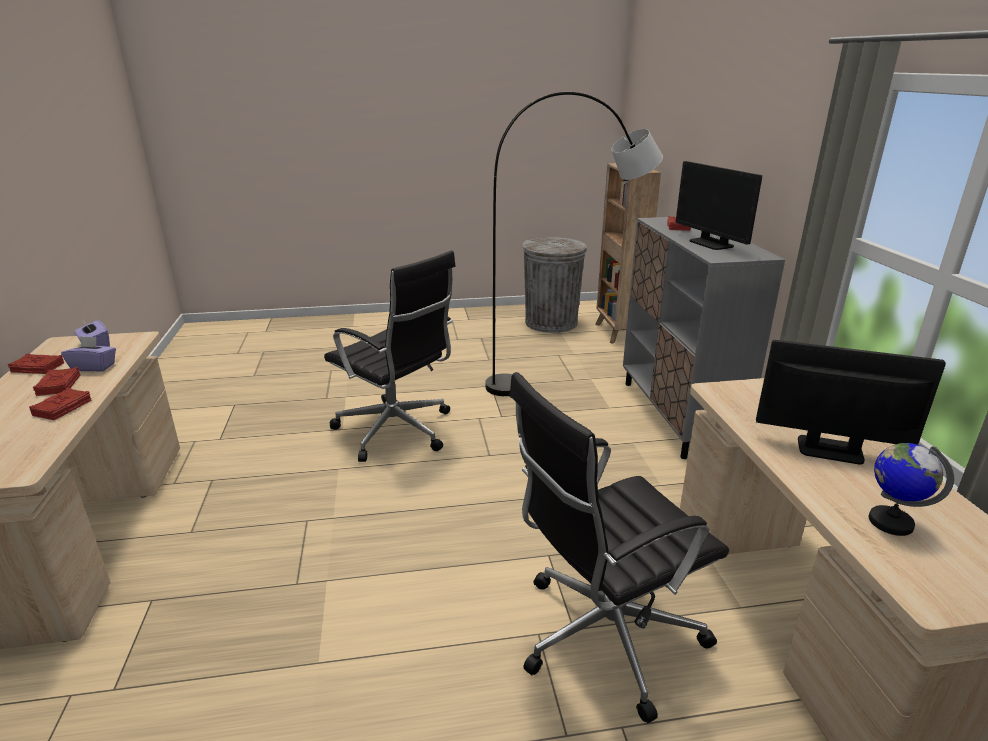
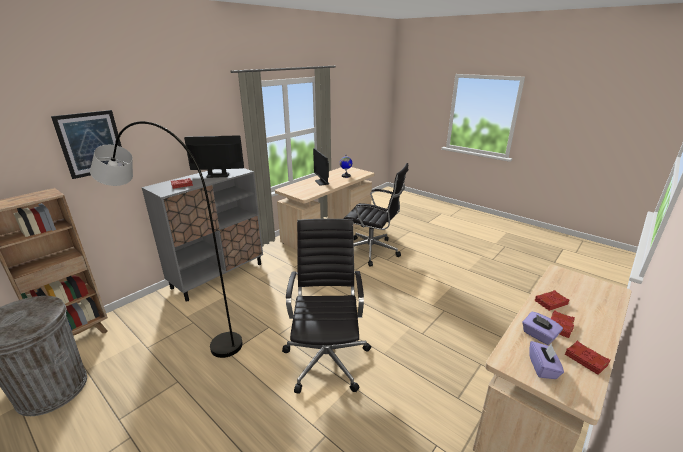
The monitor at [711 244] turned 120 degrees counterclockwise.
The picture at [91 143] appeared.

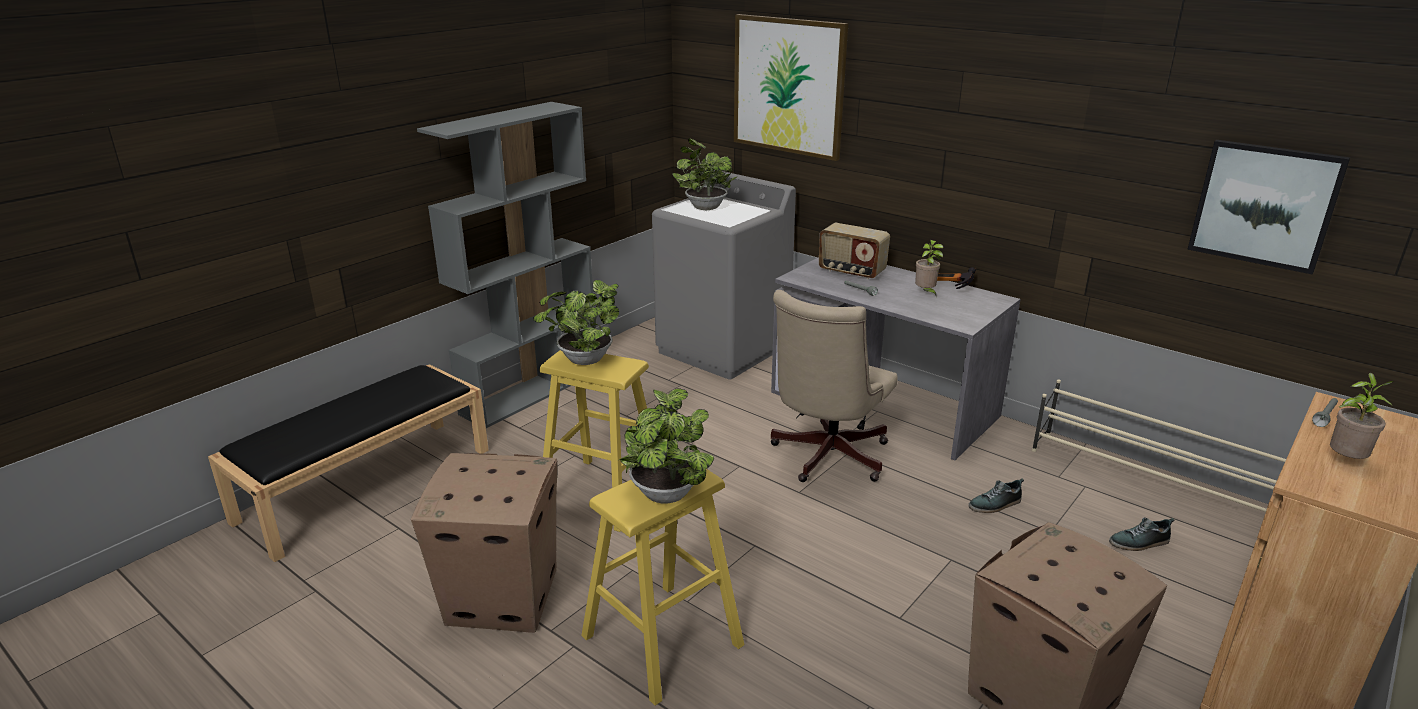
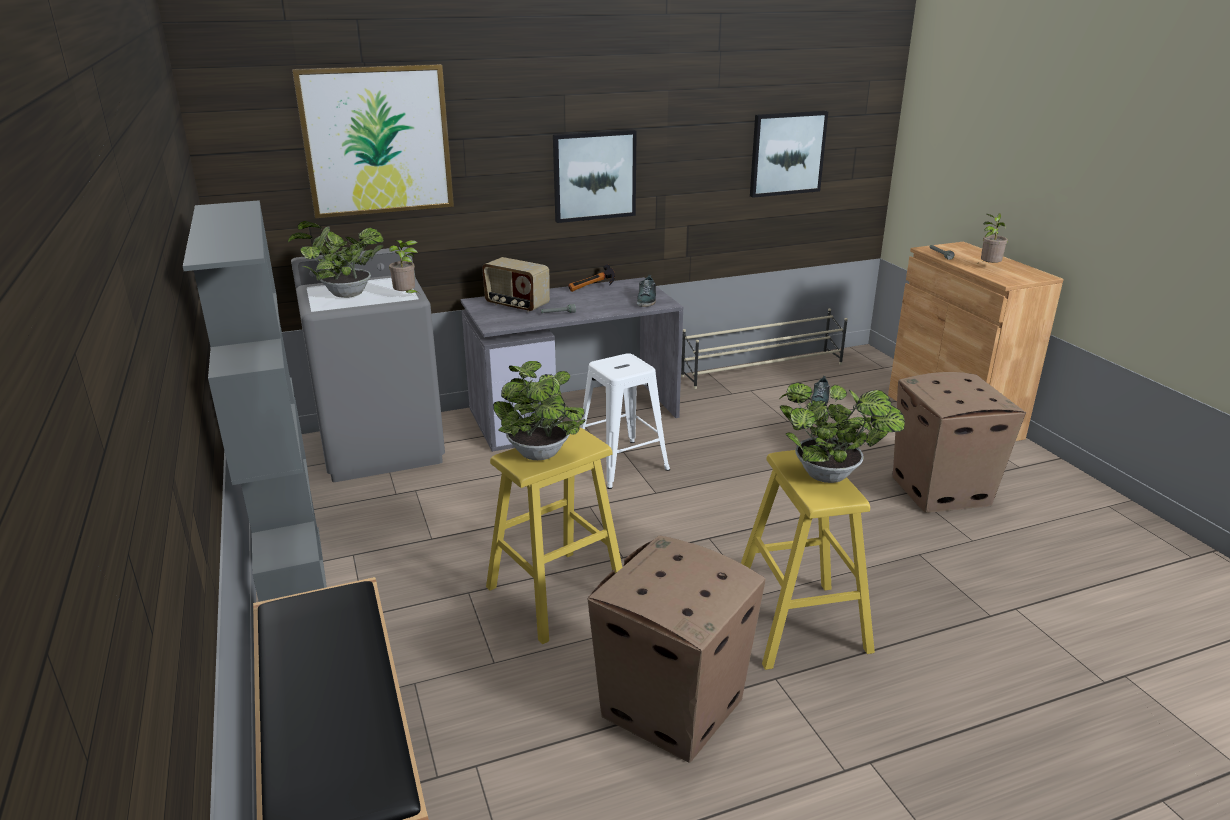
The beige office chair at [825 458] was replaced by the white stool at [621 464].
The radio at [851 272] turned 60 degrees clockwise.
The potted plant moved from [925 293] to [406 296].
The shoe moved from [995 504] to [647 300].
The picture at [594 175] appeared.

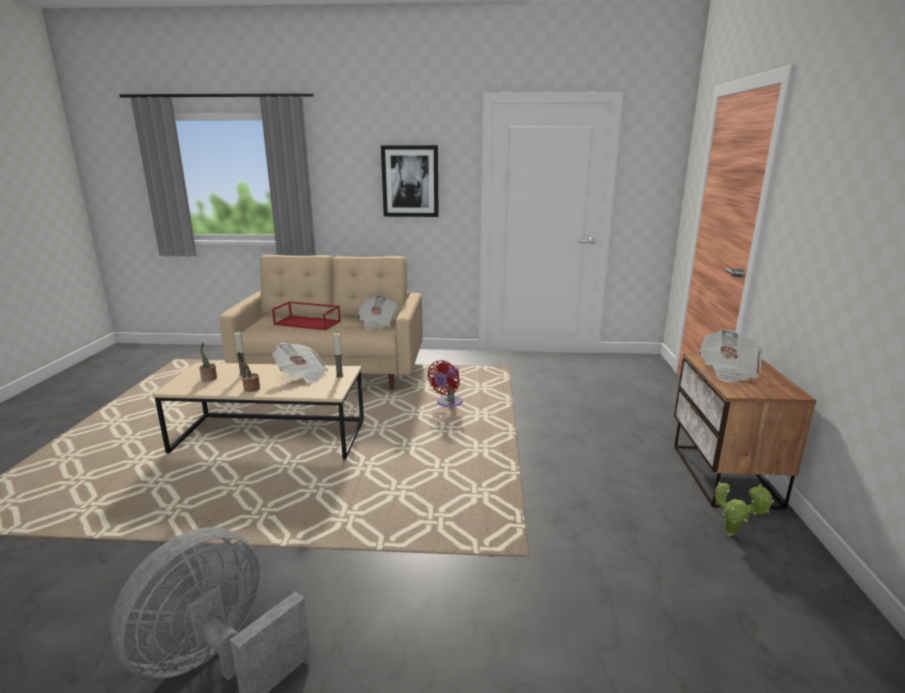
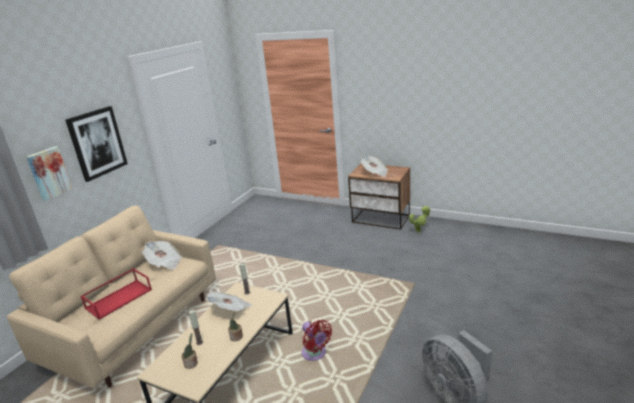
The red fan moved from [448 403] to [315 354].
The picture at [49 173] appeared.

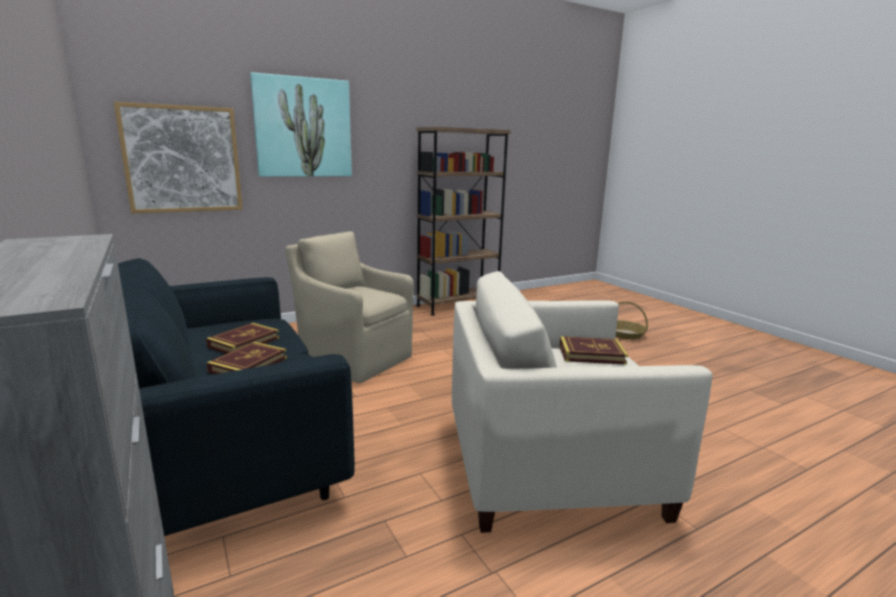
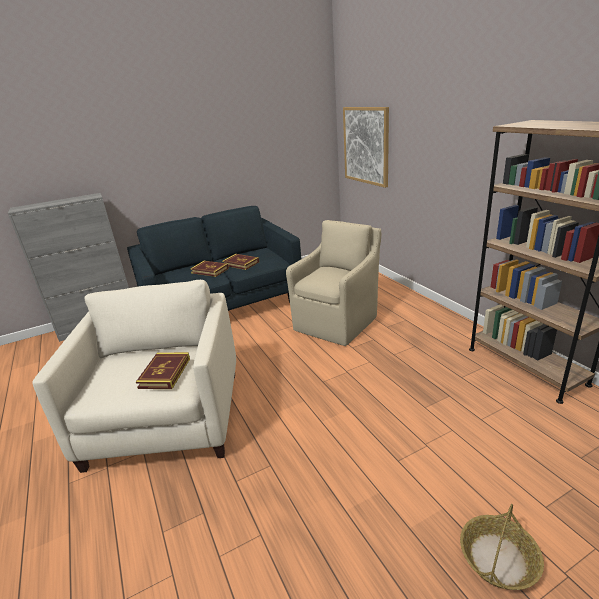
The picture at [303 128] disappeared.

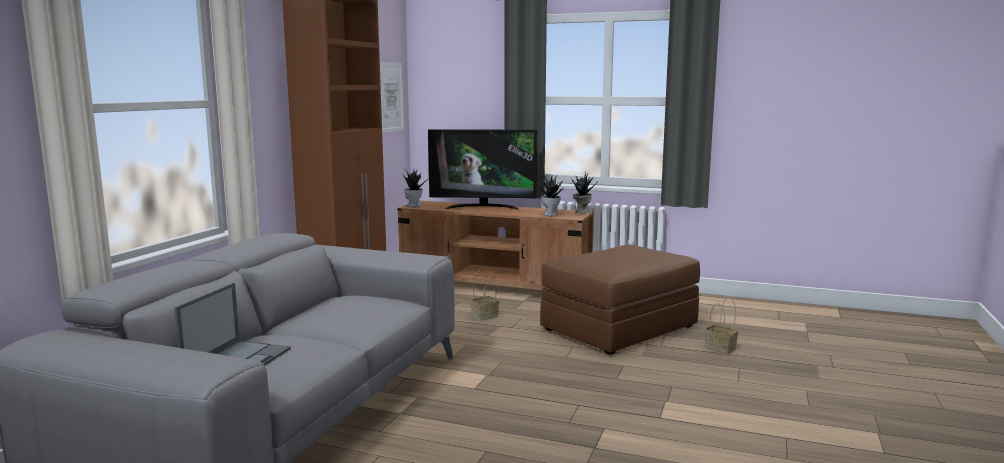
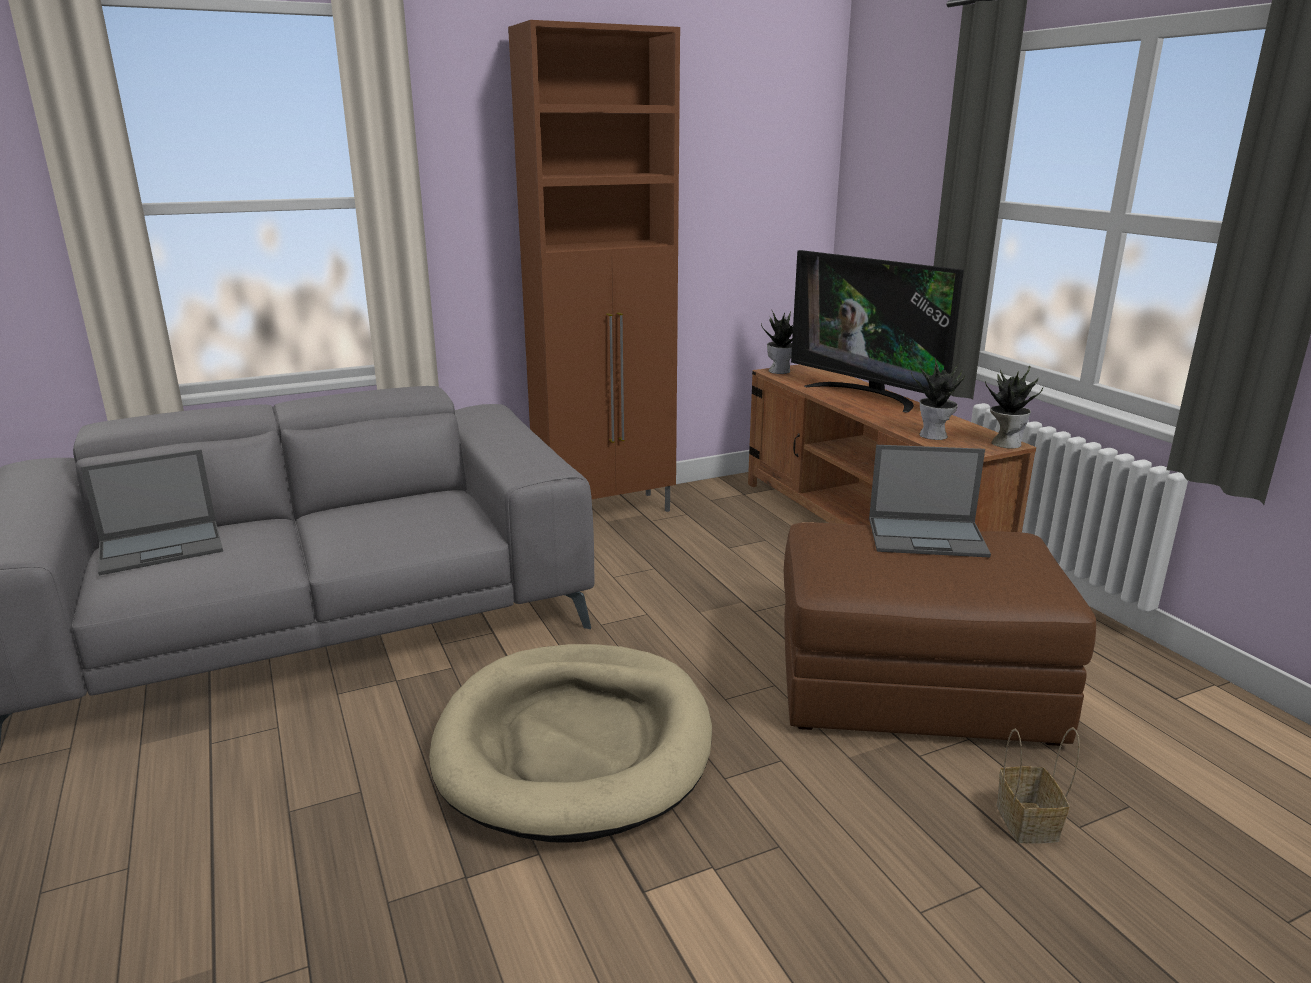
The picture at [390 97] disappeared.
The basket at [485 316] disappeared.
The beige dog bed at [575 744] appeared.
The laptop at [928 537] appeared.

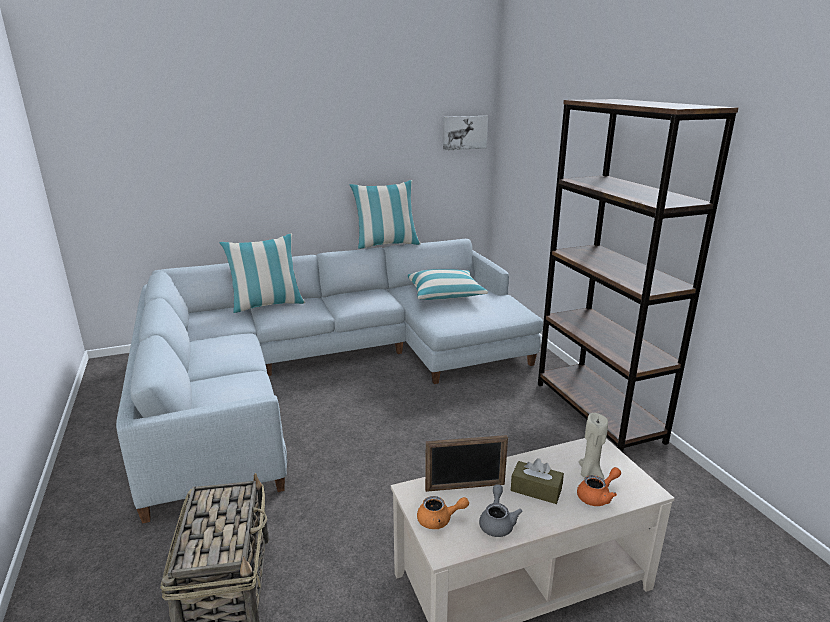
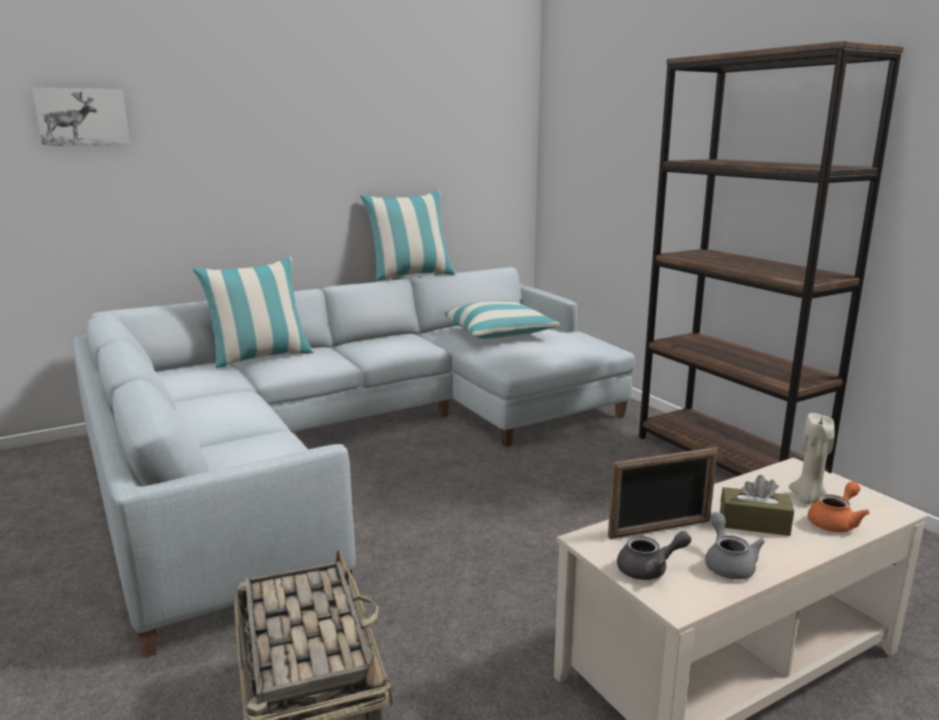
The orange teapot at [439 520] became the grey teapot at [649 570].
The picture moved from [464 132] to [82 117].

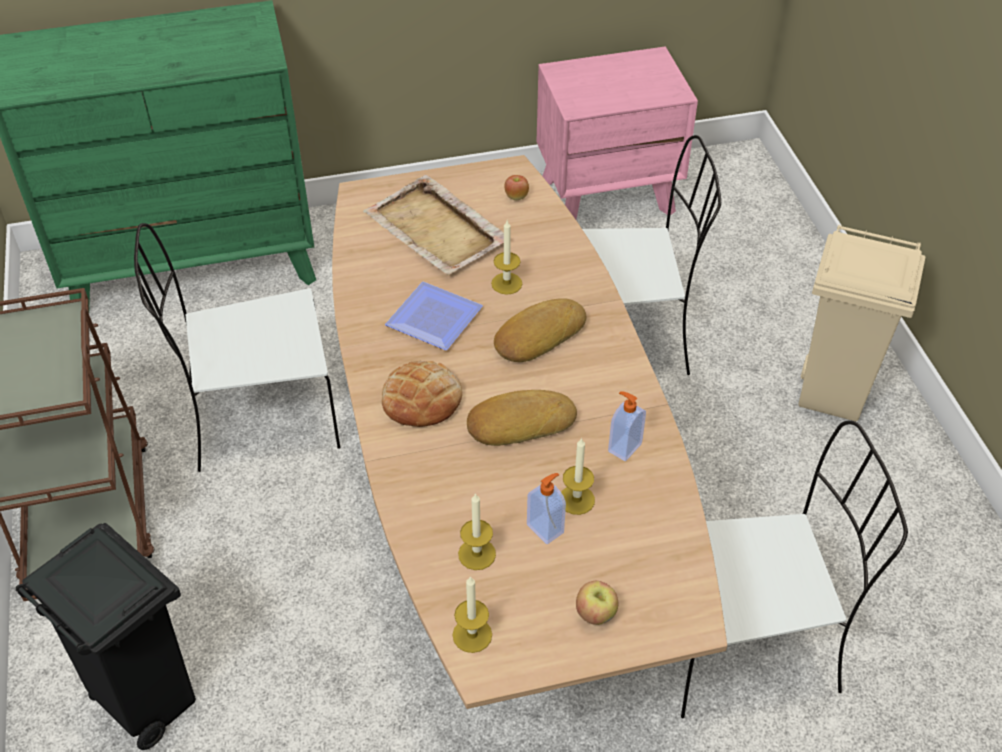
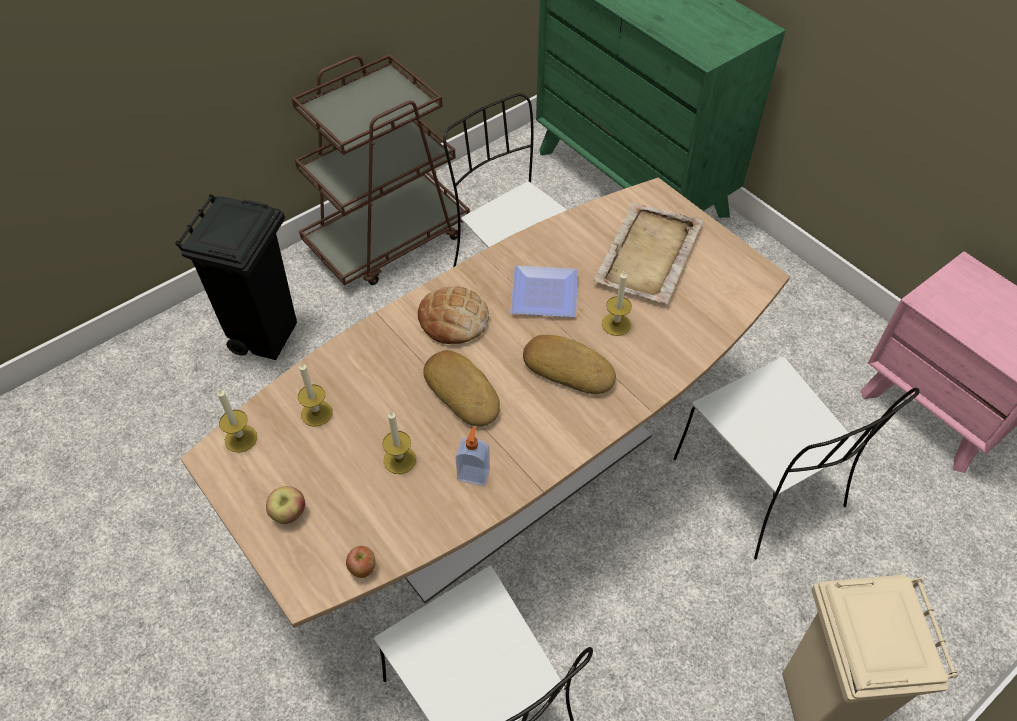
The apple moved from [516 197] to [363 568].
The soap dispenser at [546 528] disappeared.

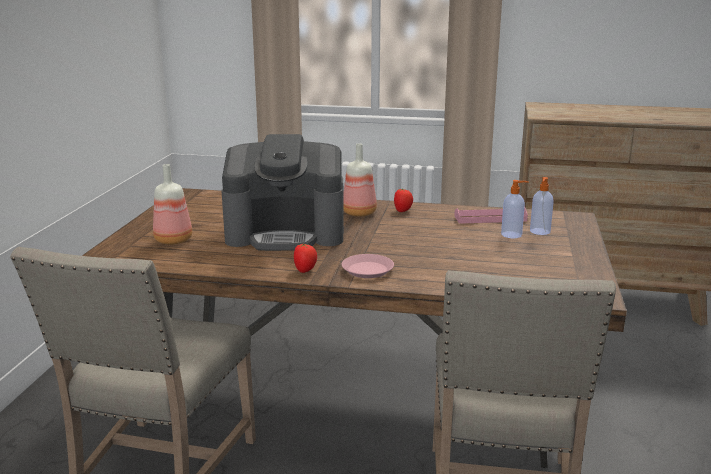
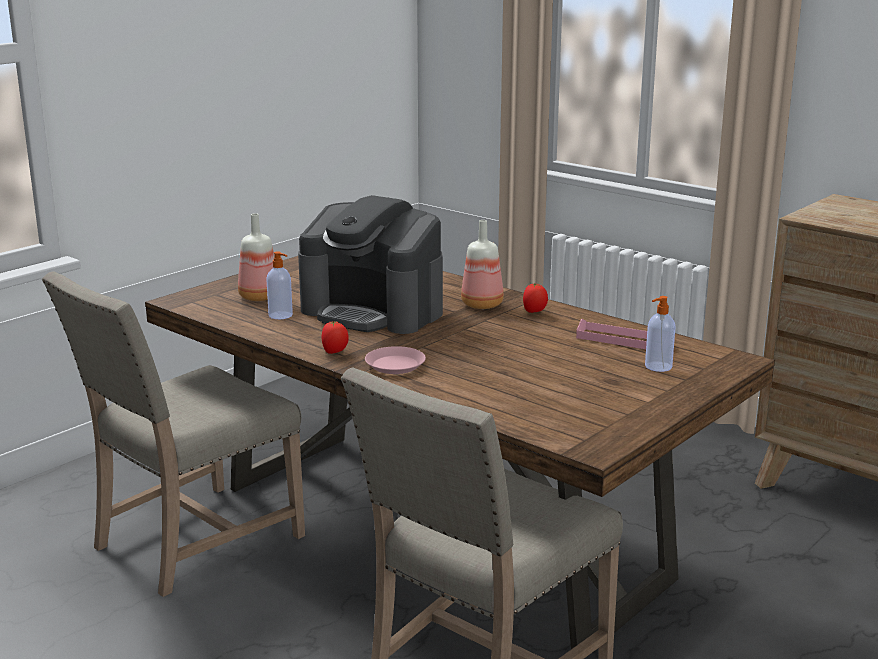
The soap dispenser moved from [512 235] to [281 315].

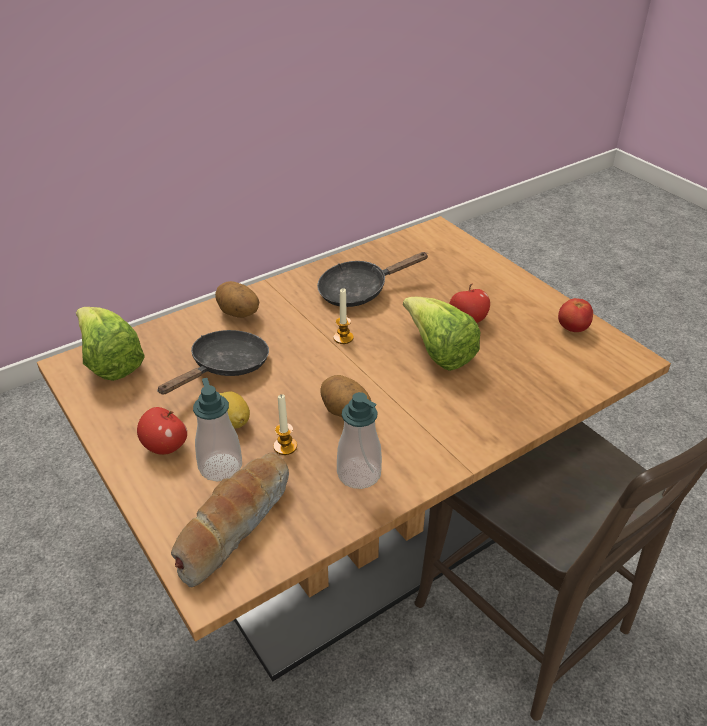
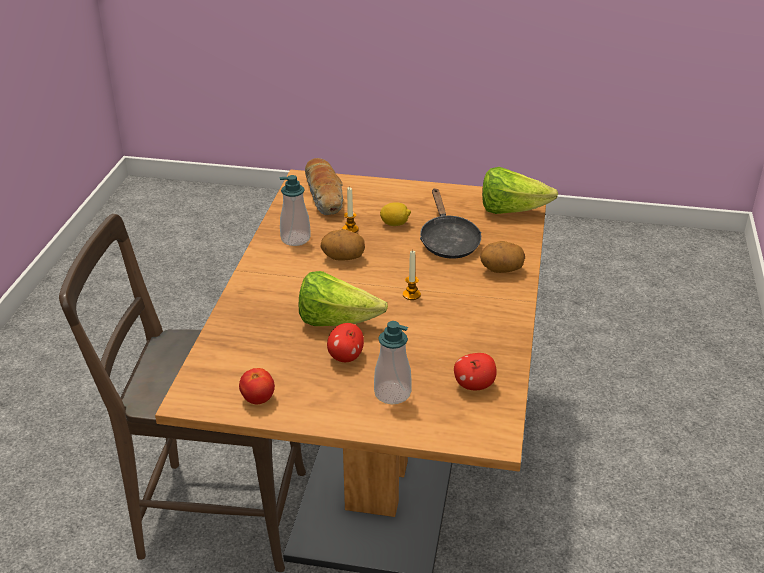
The apple moved from [165 446] to [474 385].
The soap dispenser moved from [220 466] to [392 393].
The black frying pan at [359 291] disappeared.

